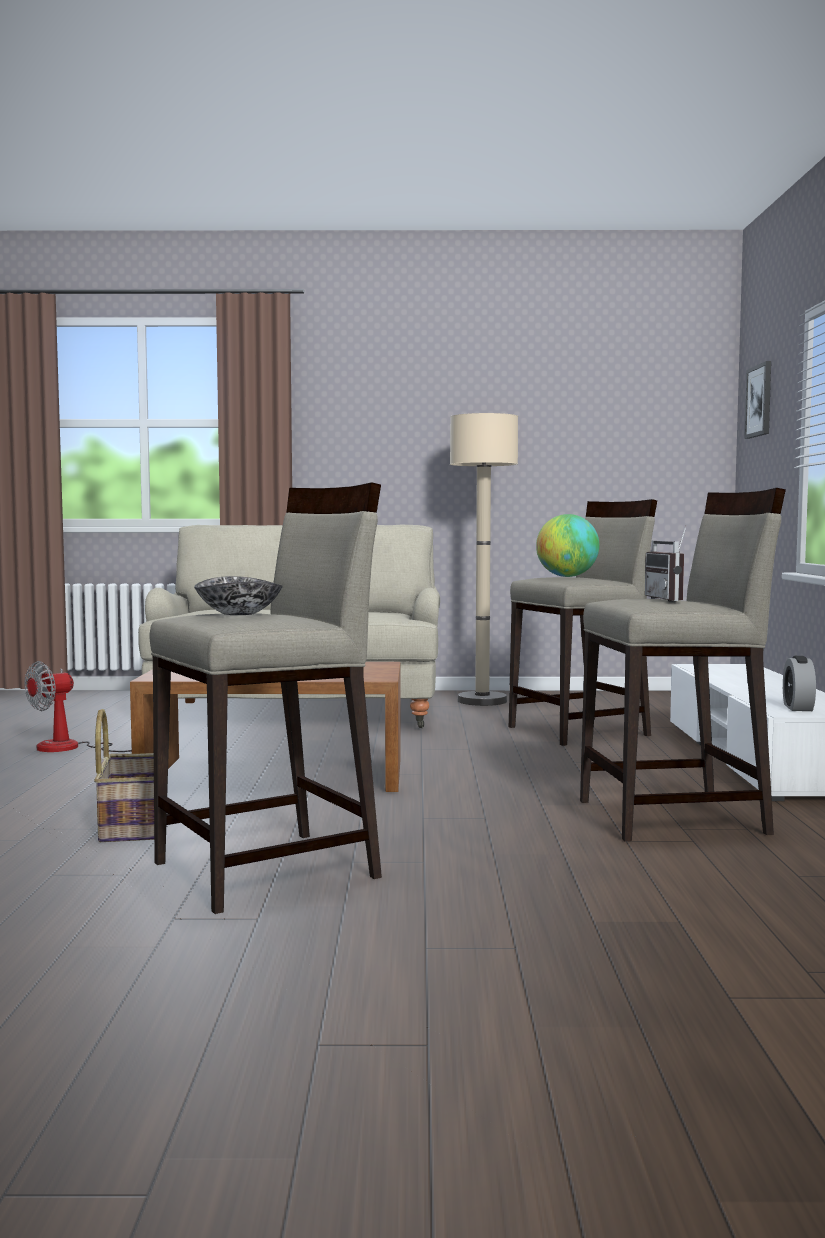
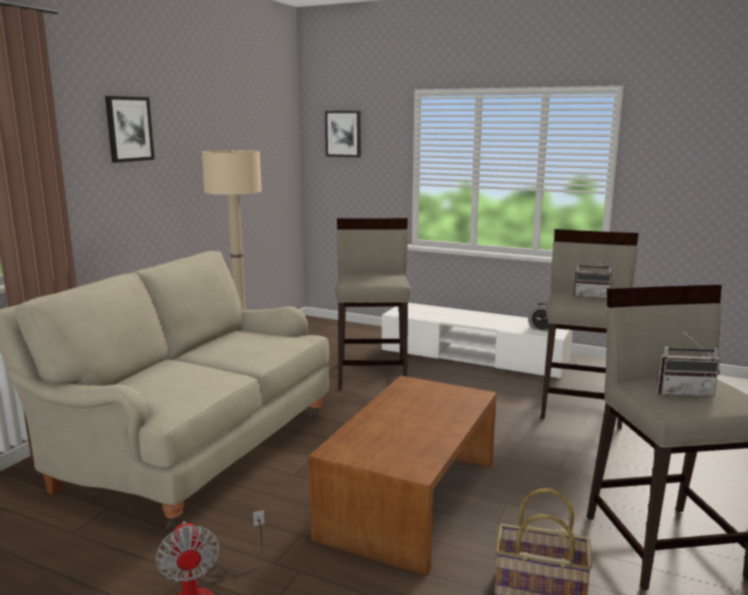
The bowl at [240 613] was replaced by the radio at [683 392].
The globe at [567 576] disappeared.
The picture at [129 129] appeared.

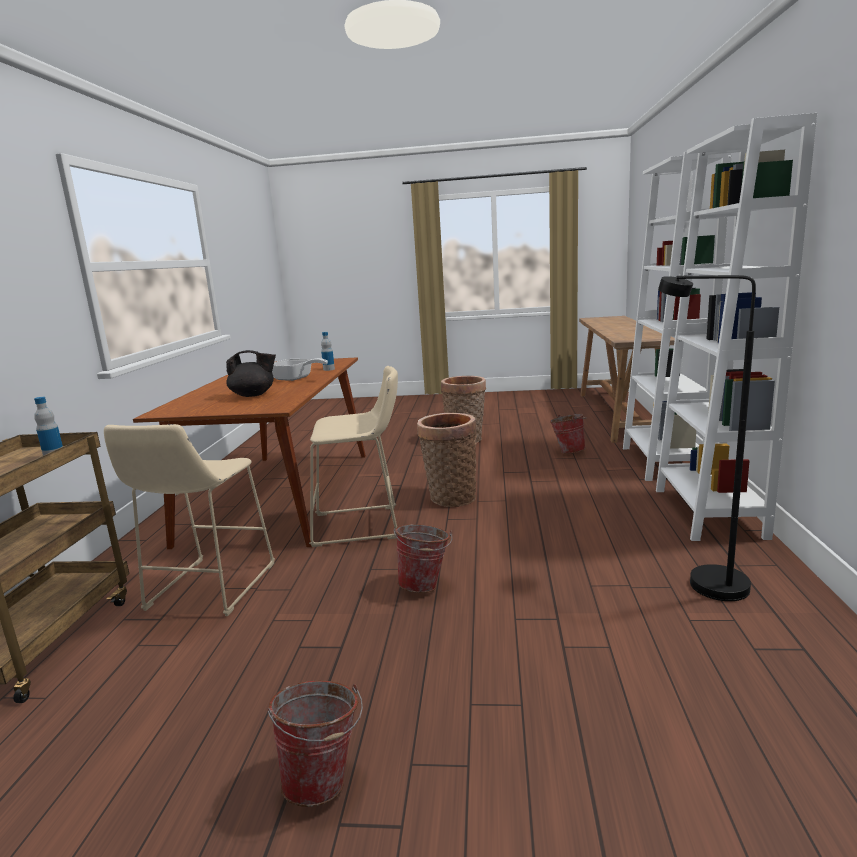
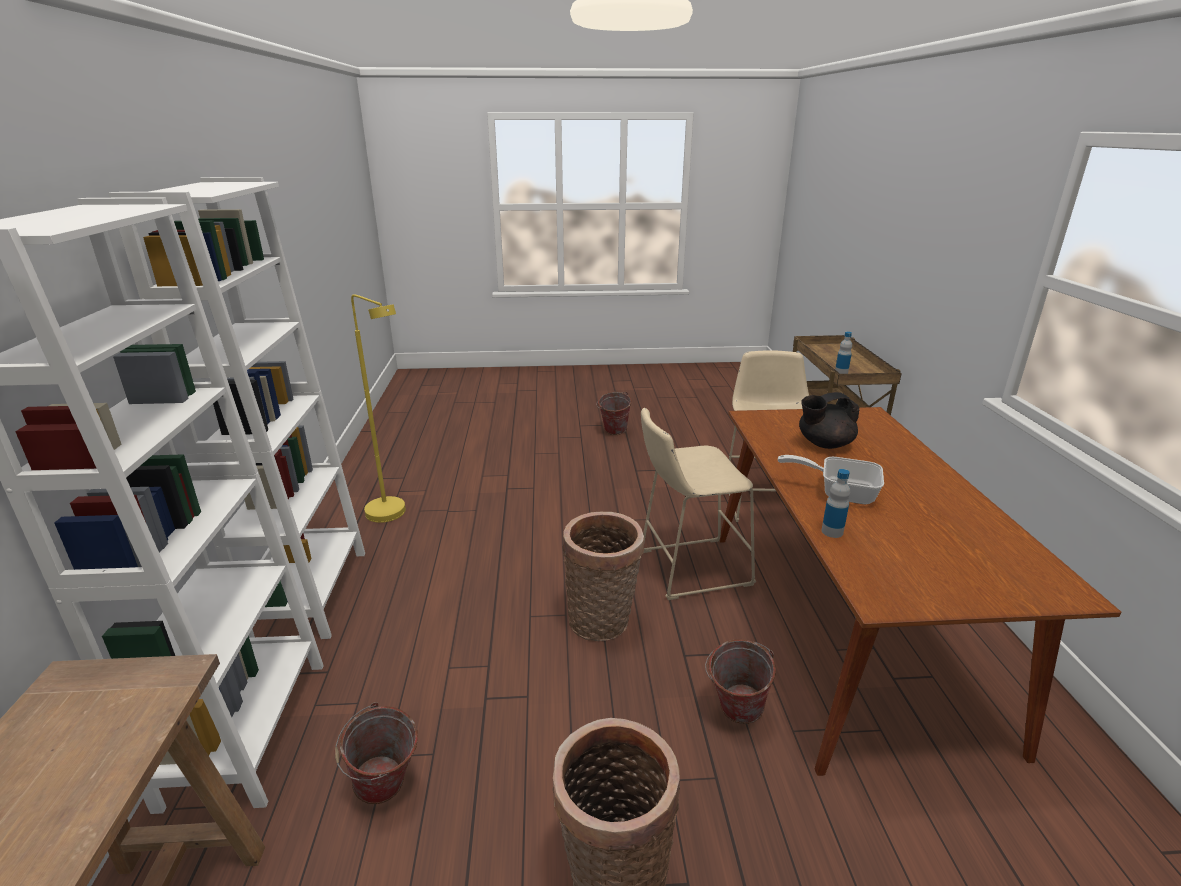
The bucket moved from [426 585] to [734 713].
The black floor lamp at [702 580] became the yellow floor lamp at [393 515].

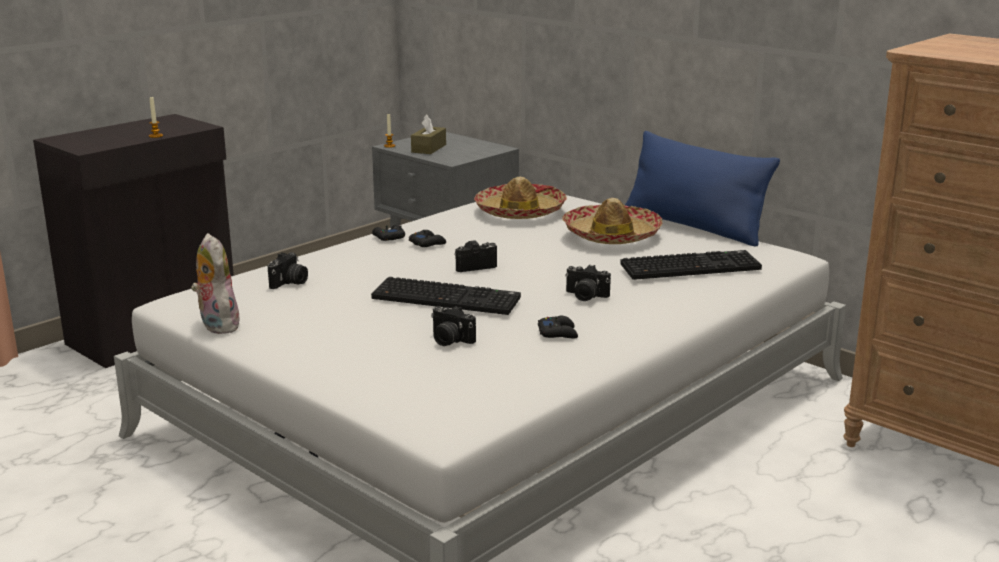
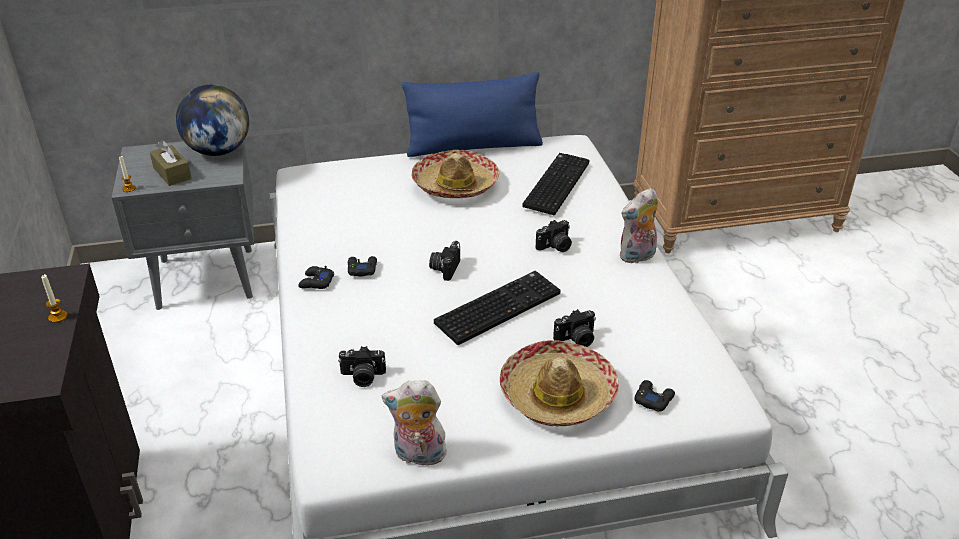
The photo camera at [290 283] turned 120 degrees clockwise.
The hat moved from [520 211] to [557 394].
The black game controller moved from [558 333] to [653 399].
The globe at [218 151] appeared.
The plush toy at [637 257] appeared.

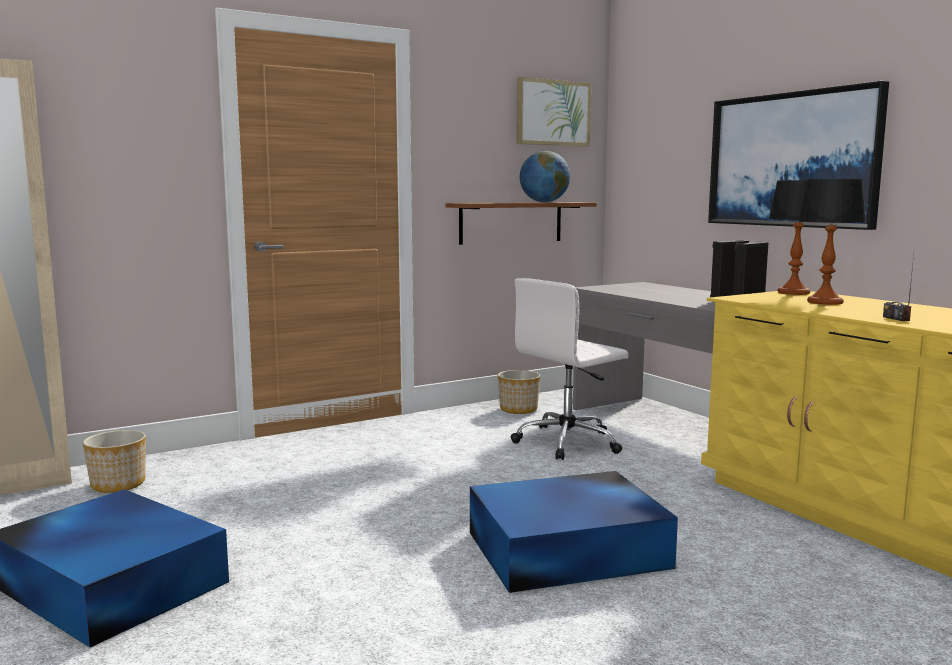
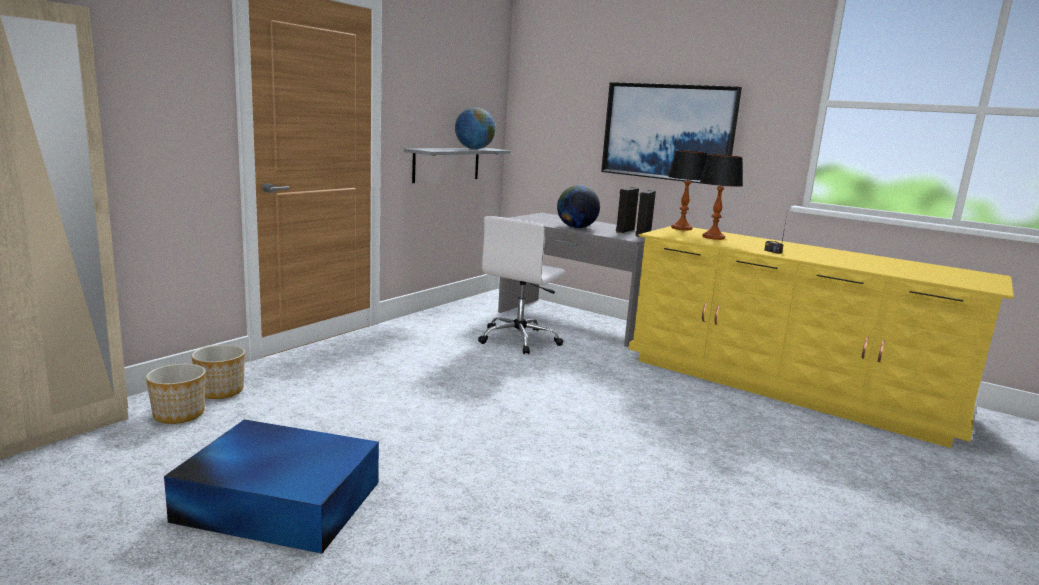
The brown shelf at [511 222] became the grey shelf at [446 164].
The blue storage box at [570 550] disappeared.
The planter moved from [518 409] to [220 391].
The picture at [553 113] disappeared.
The globe at [576 227] appeared.

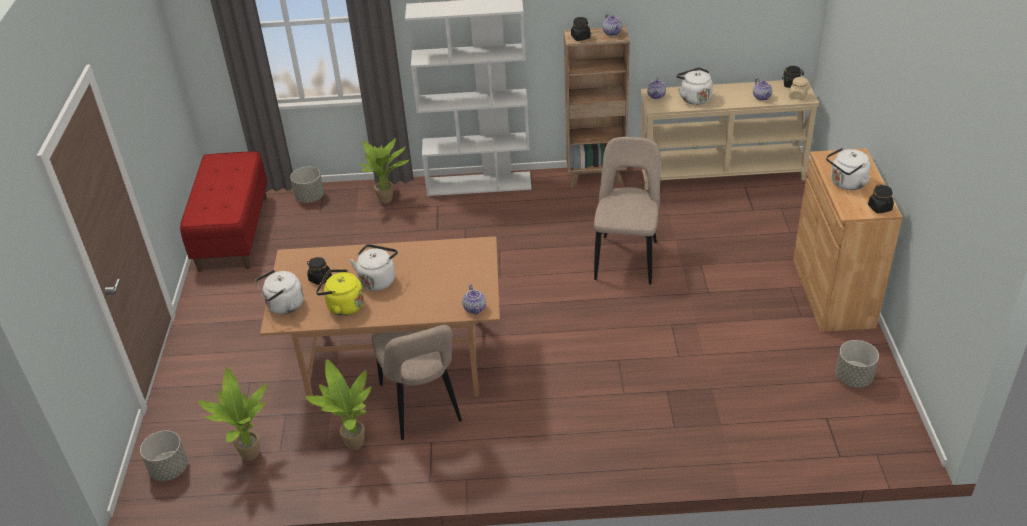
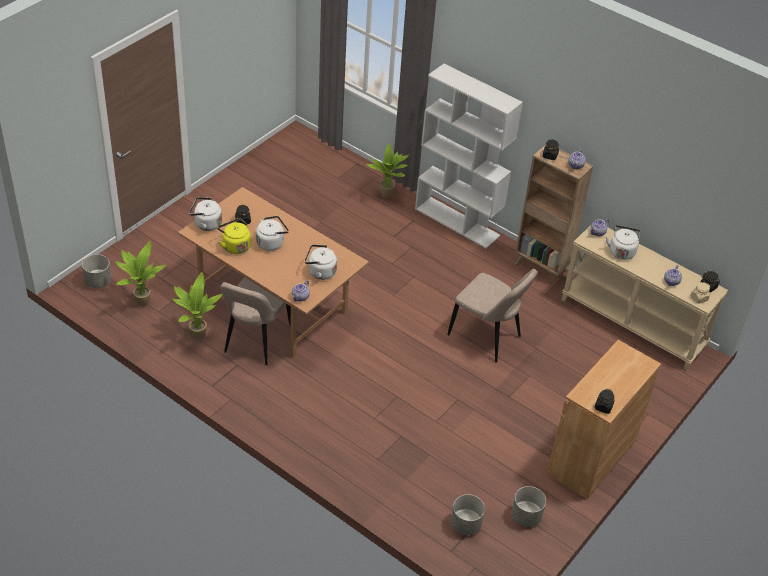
The red bench at [233 233] disappeared.
The grey planter moved from [310 198] to [465 525].
The beige chair at [627 258] turned 75 degrees clockwise.
The white kettle moved from [846 183] to [320 272].

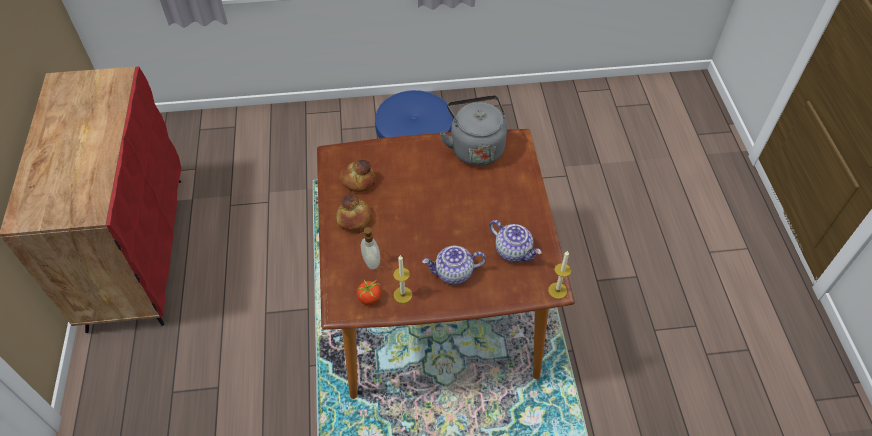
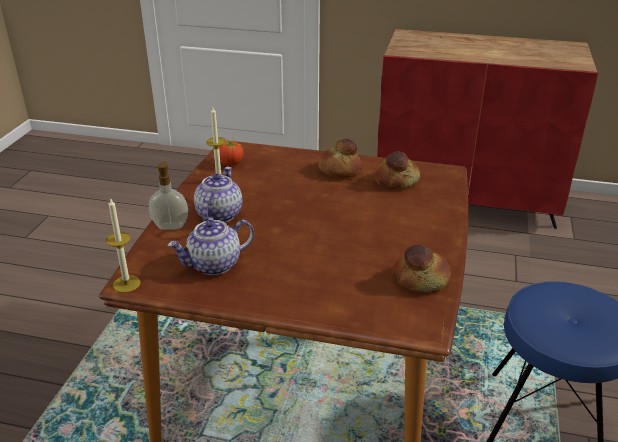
The soap dispenser moved from [370 262] to [171 226].
The grey kettle at [475 147] was replaced by the bread at [421 279].

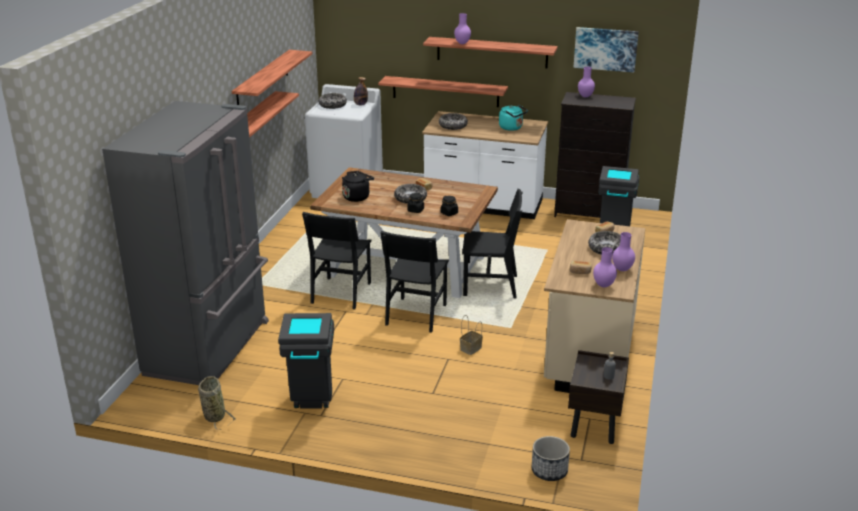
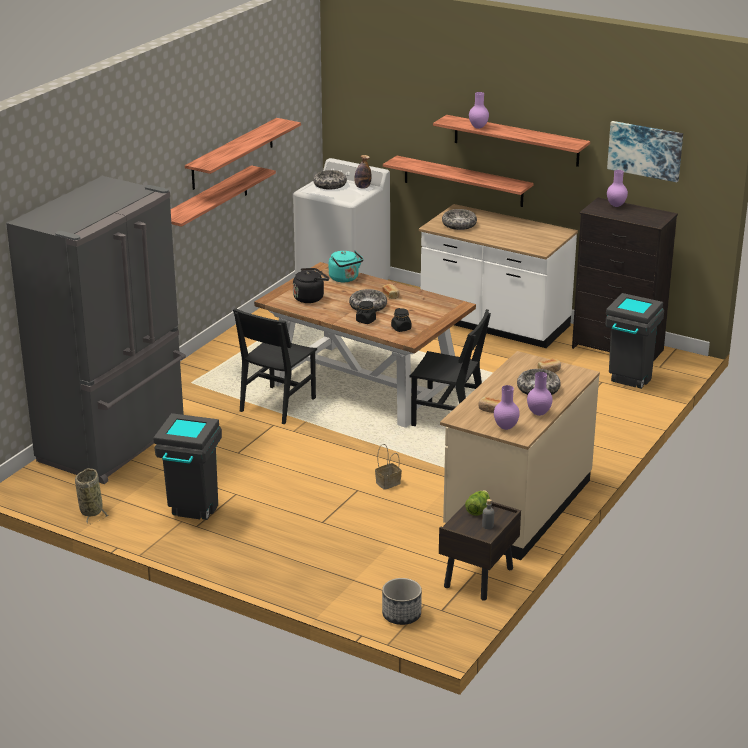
The black chair at [416 314] disappeared.
The turquoise kettle moved from [512 128] to [345 279].
The lettuce at [478 509] appeared.

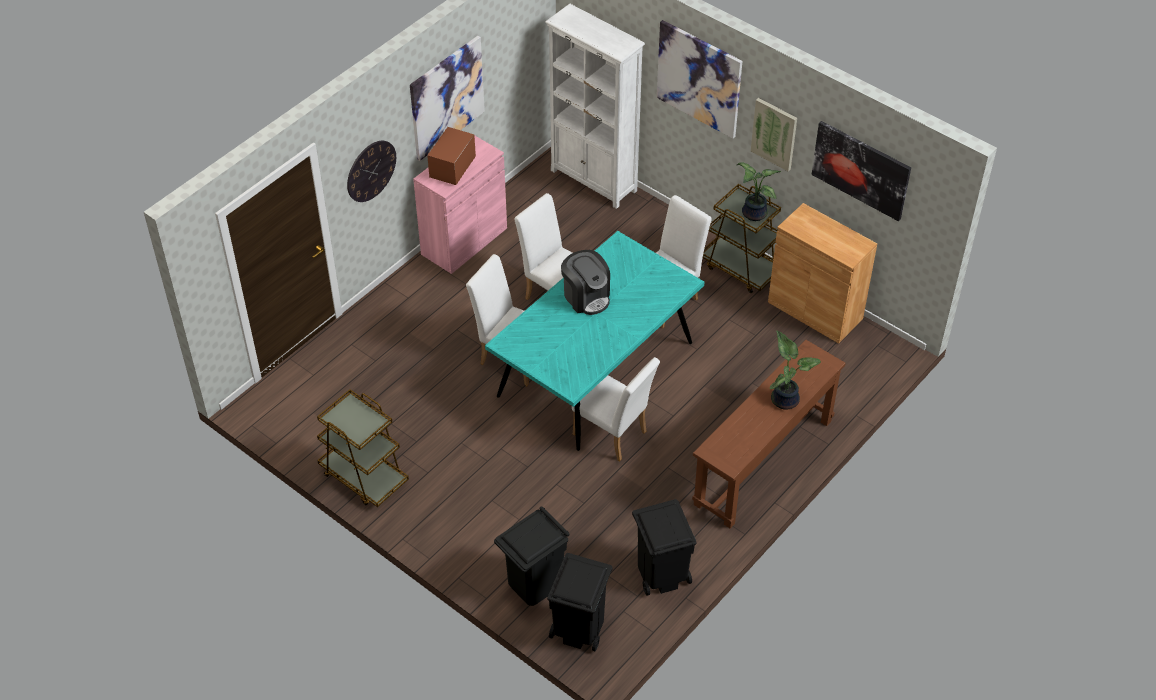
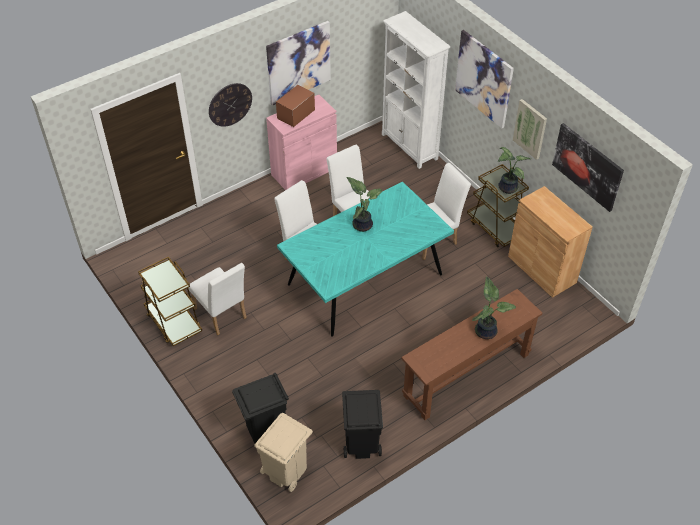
The black trash can at [579 628] became the beige trash can at [285 470].
The coffee machine at [586 297] was replaced by the potted plant at [362 224].
The white chair moved from [614 436] to [222 316].

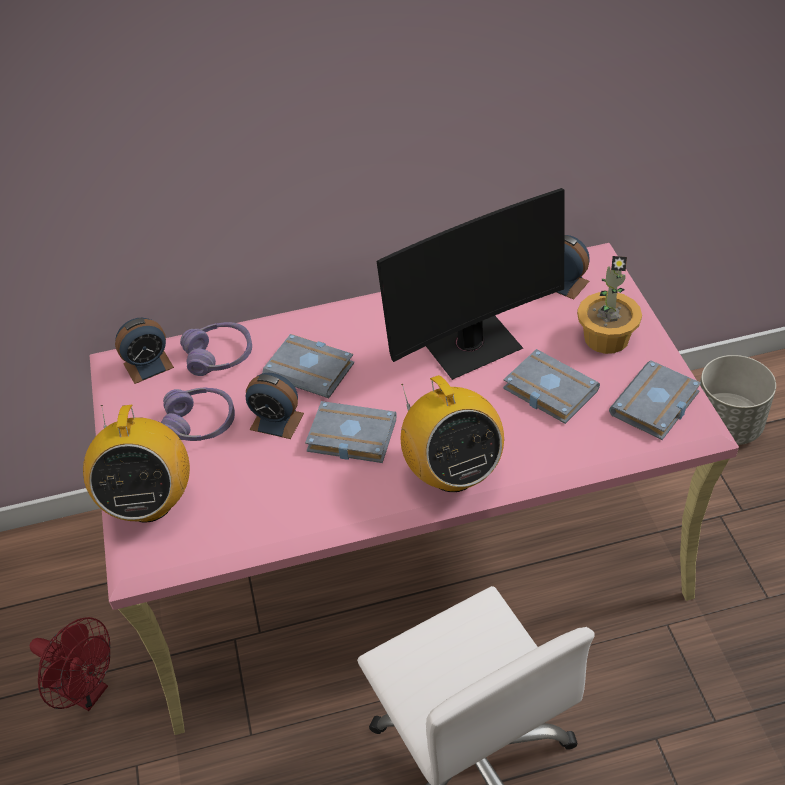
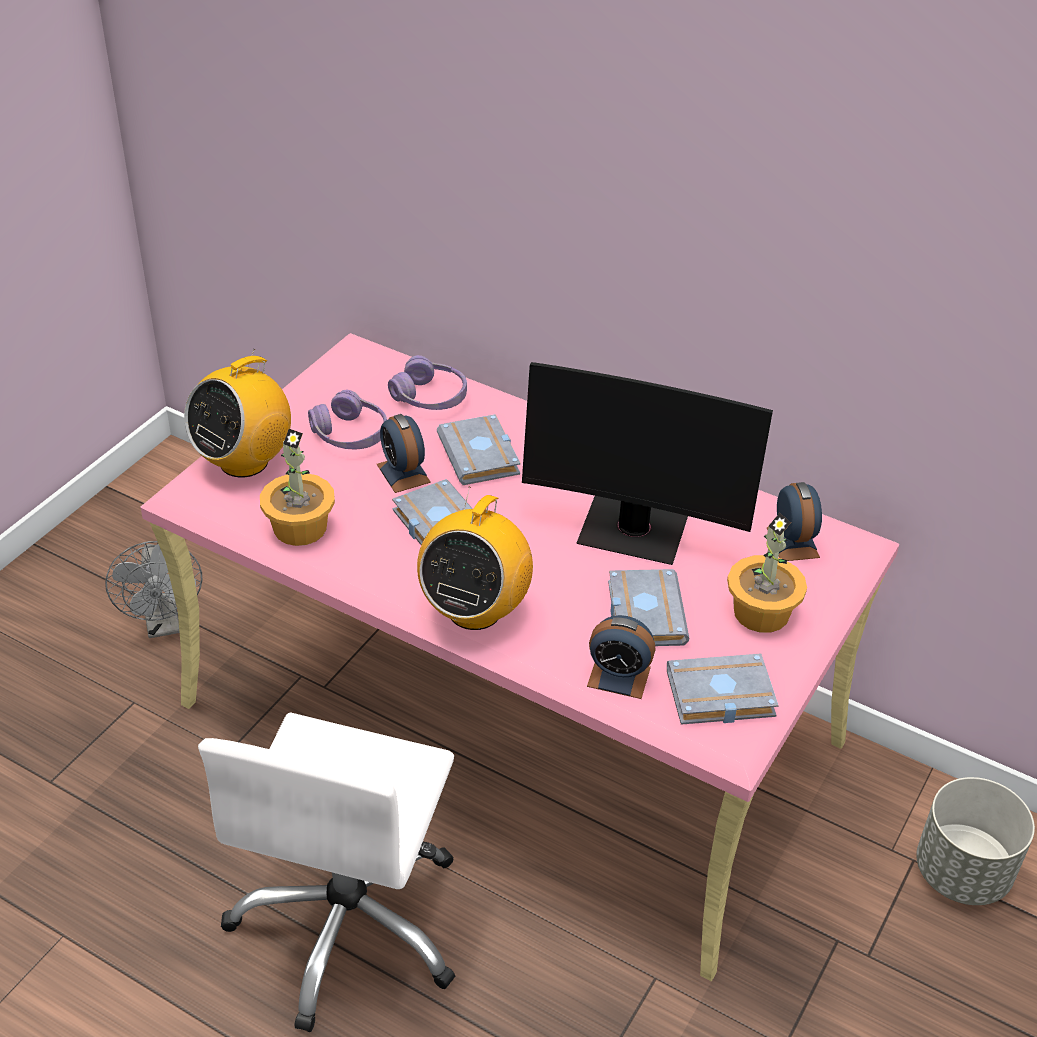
The red fan at [87 692] became the grey fan at [164 624].
The alarm clock moved from [148 365] to [619 676].
The potted plant at [300 527] appeared.

